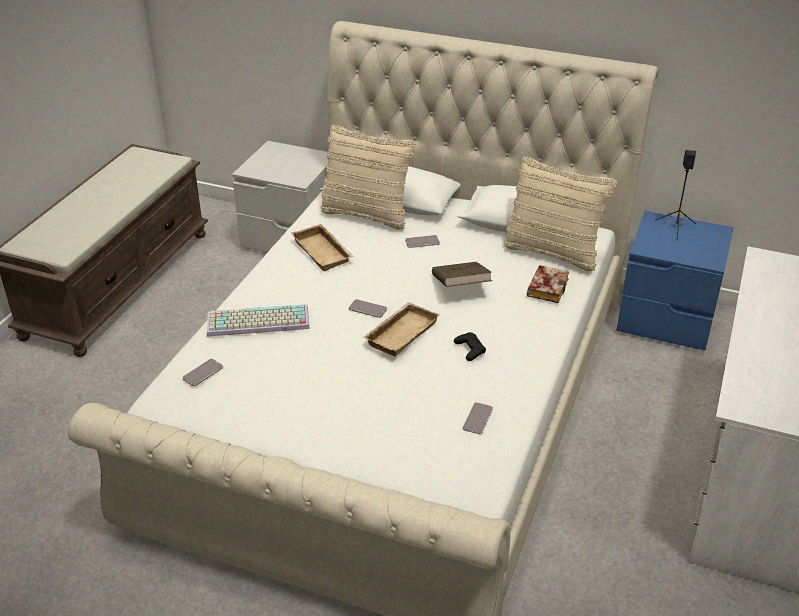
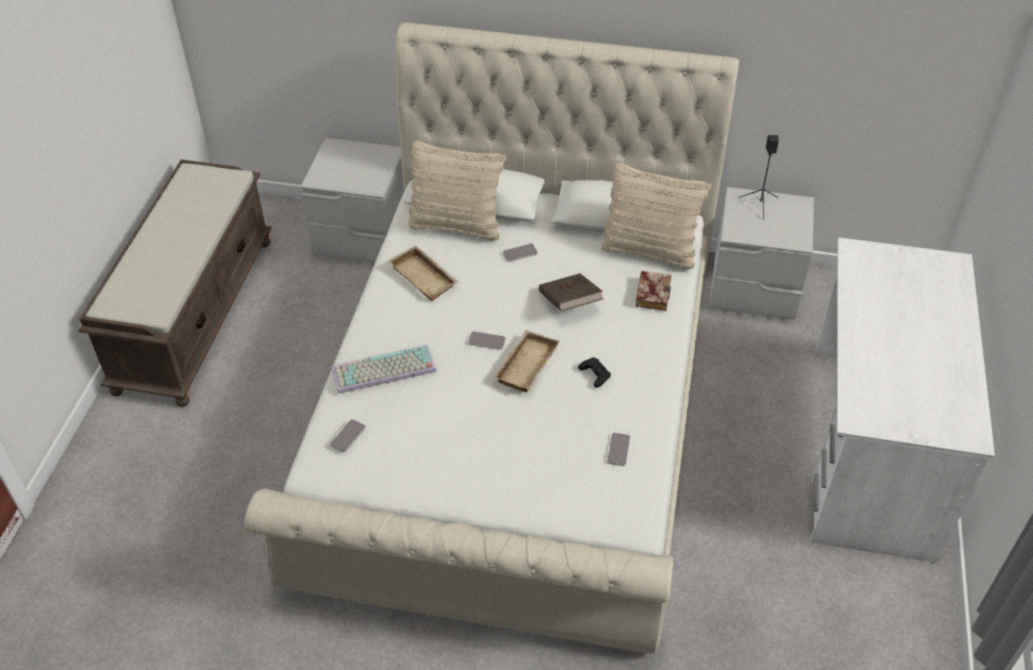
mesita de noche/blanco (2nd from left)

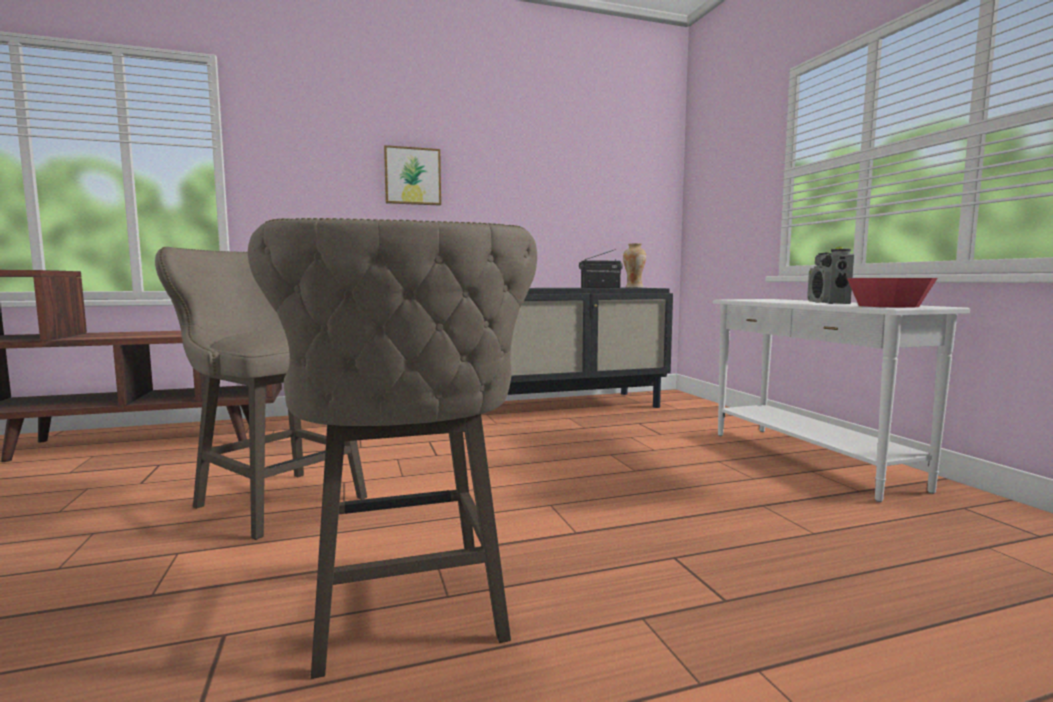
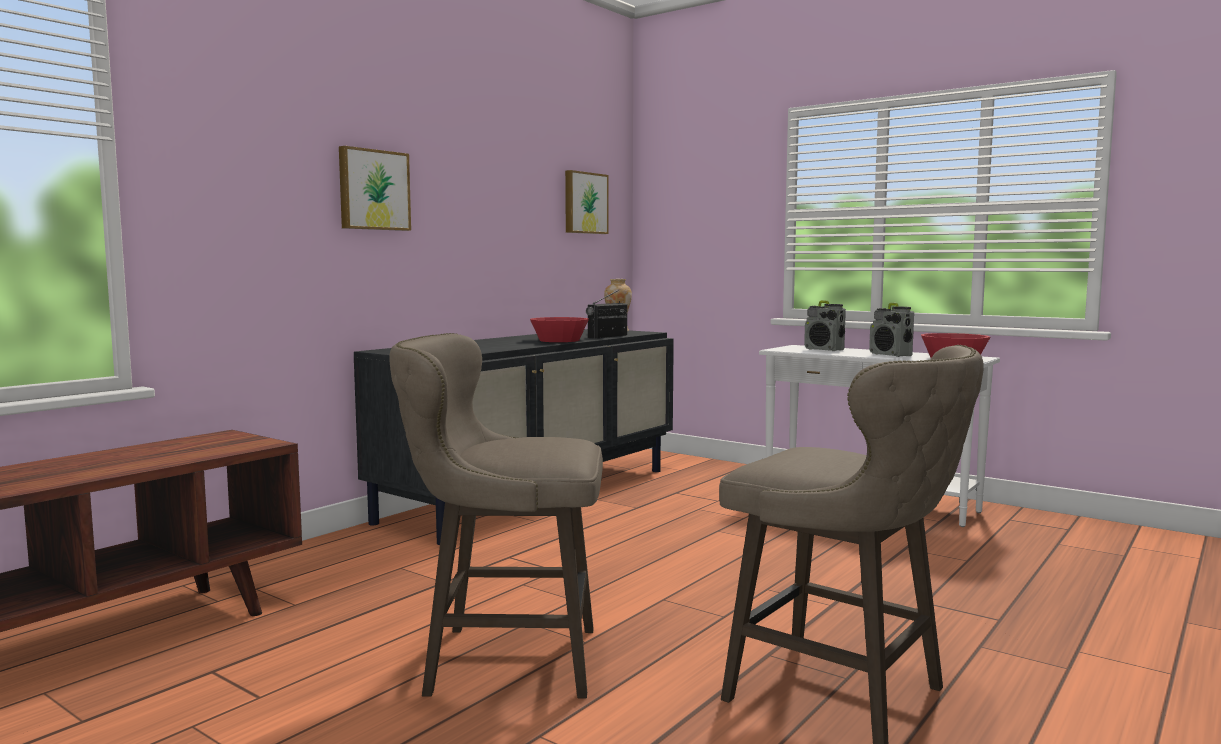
cuenco/rojo (1st from left); cuadro (2nd from left); radio (2nd from left)

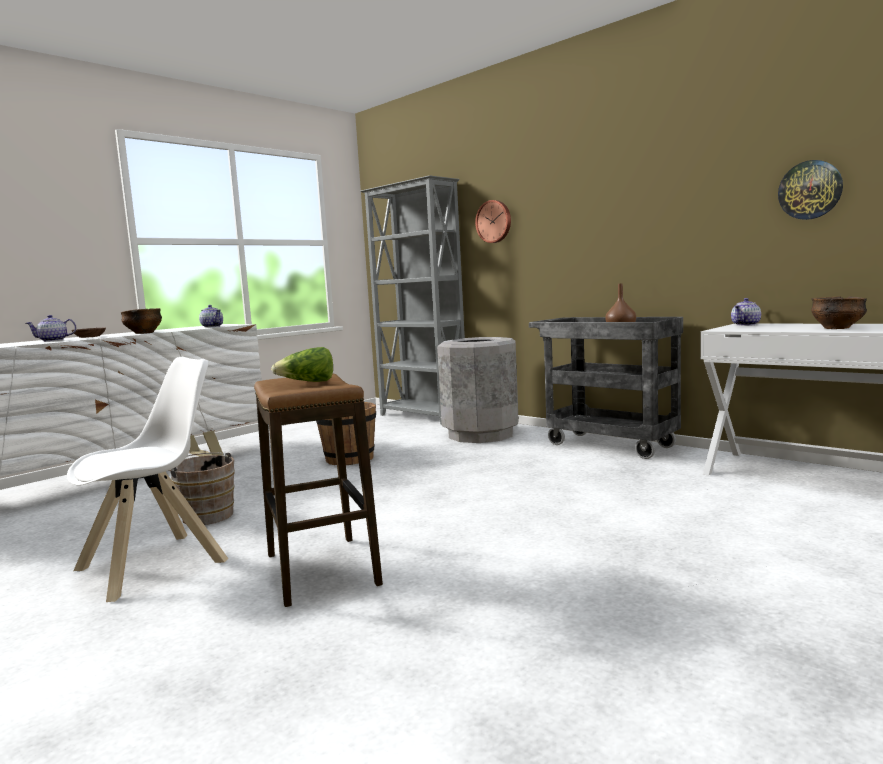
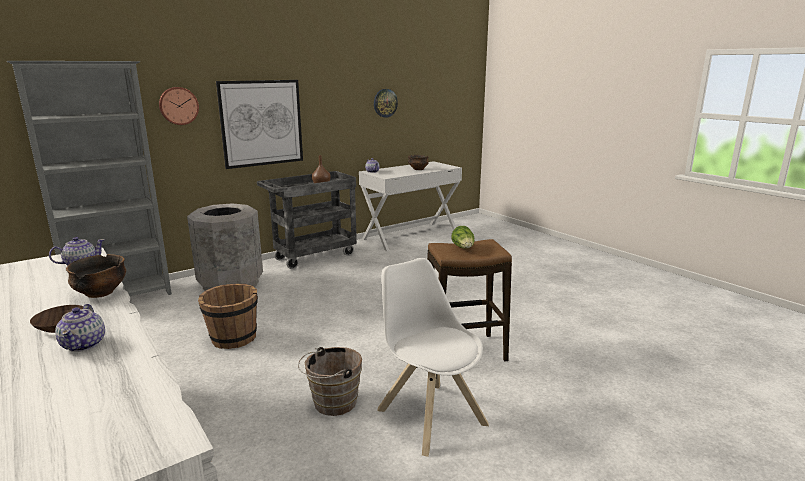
cuadro

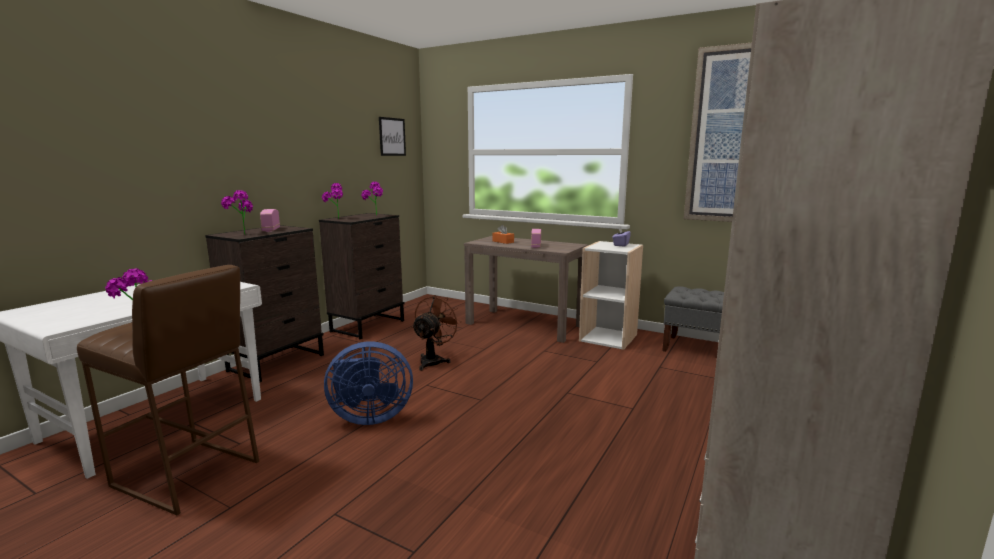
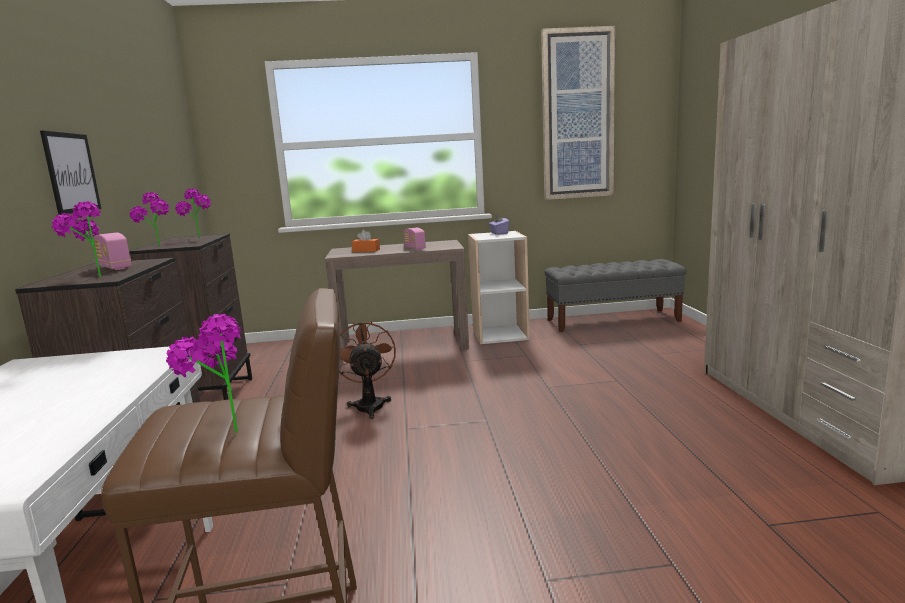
ventilador/azul; cuadro (1st from left)

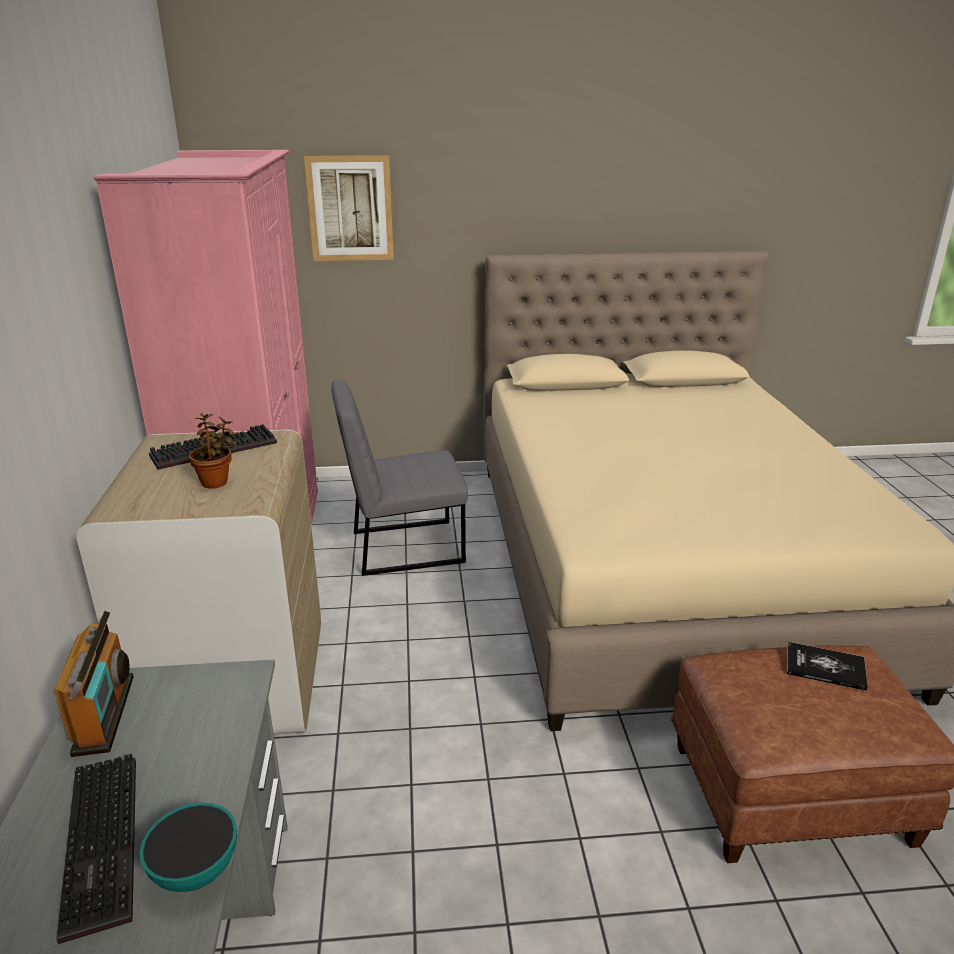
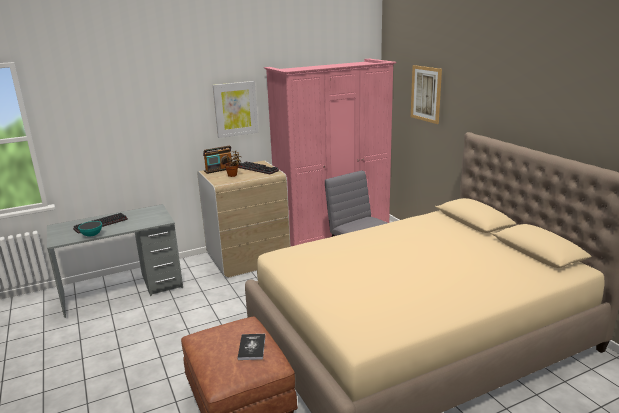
cuadro (1st from left); radio

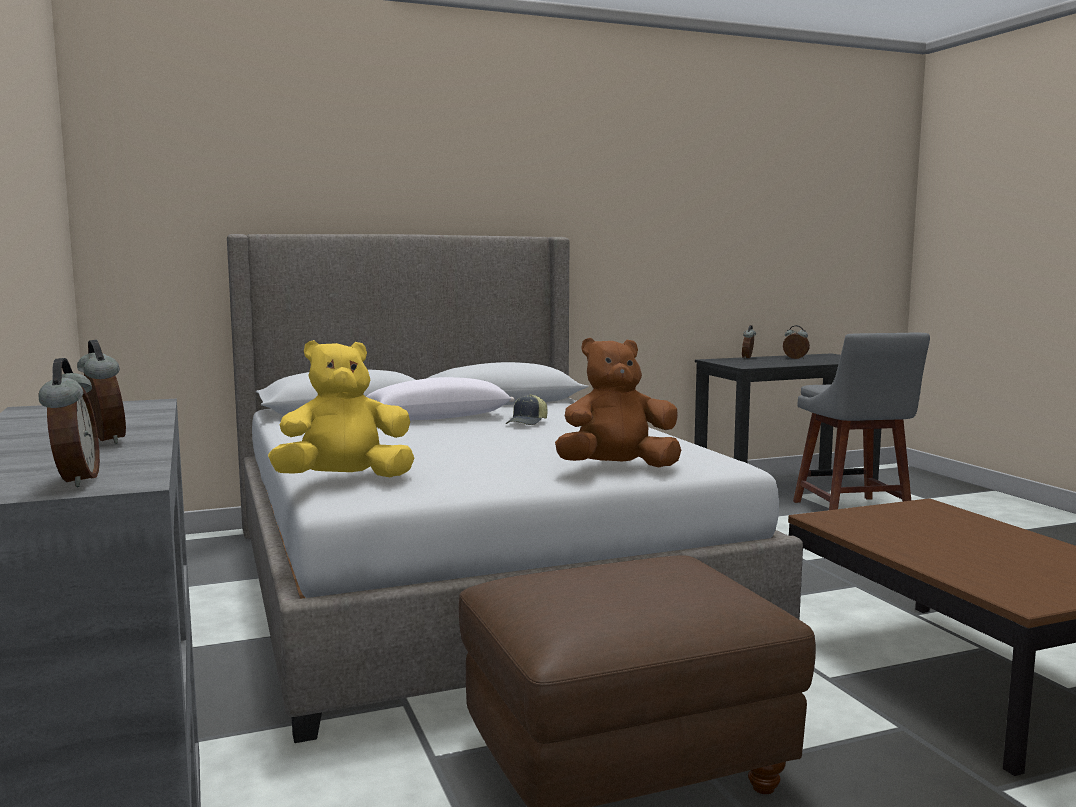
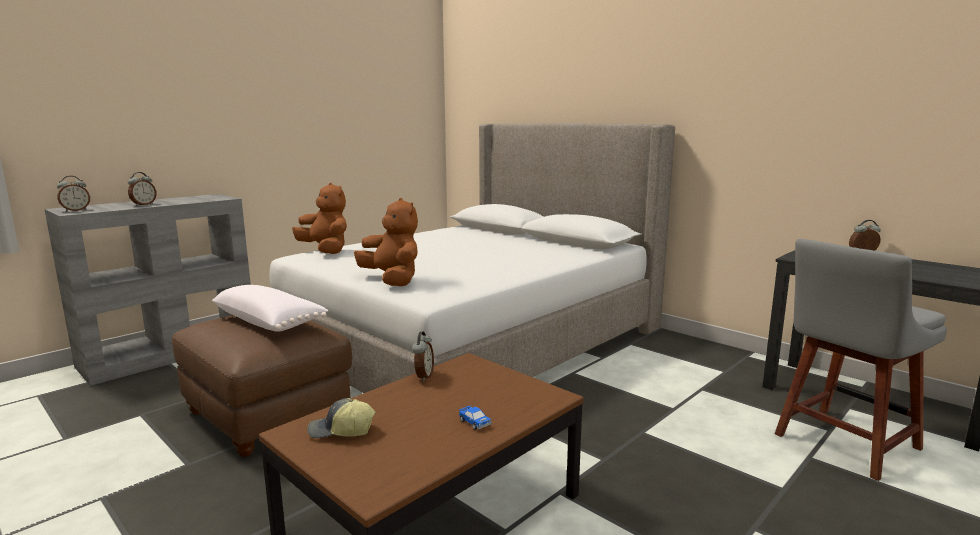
coche de juguete; cojín/blanco; gorra; despertador (3rd from left); peluche/marrón (1st from left)

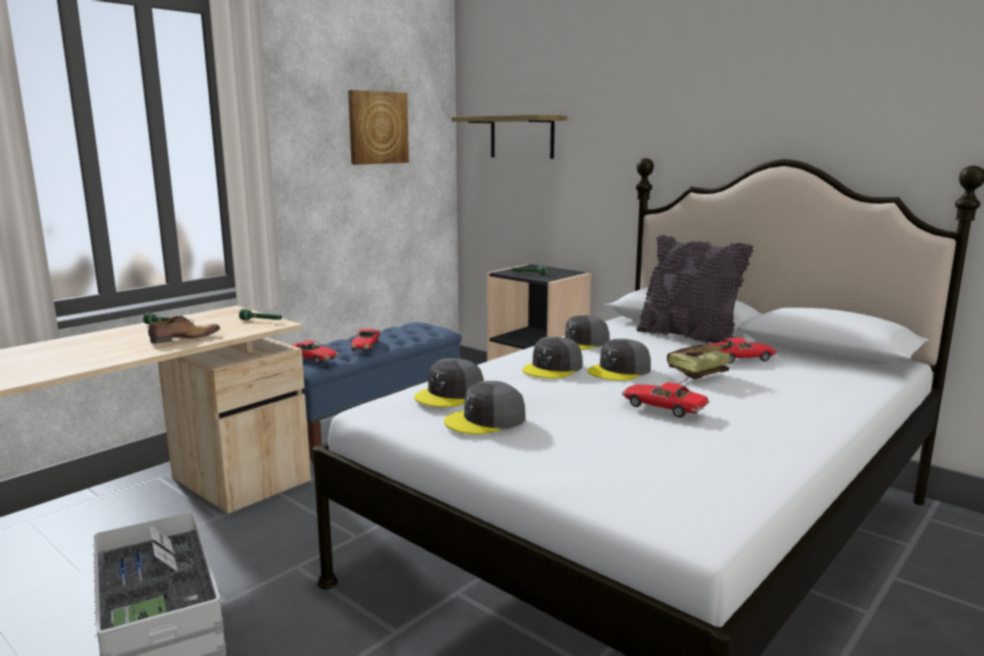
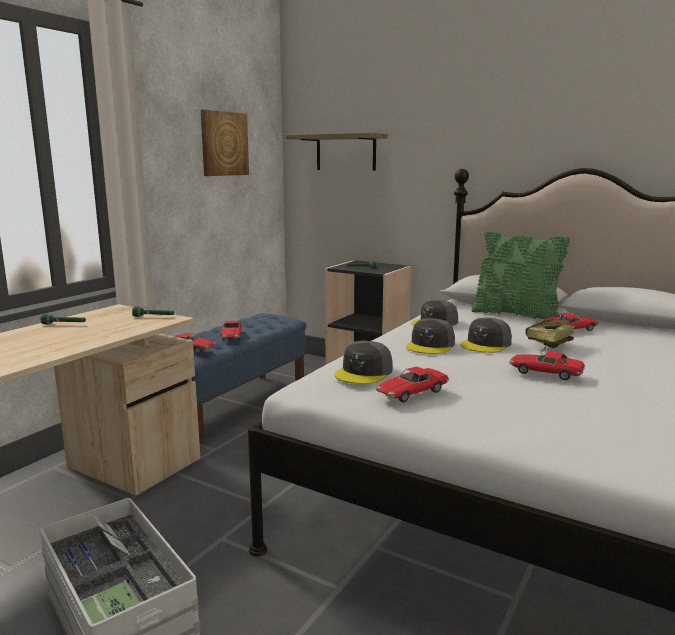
zapato; coche de juguete (3rd from left); cojín/verde

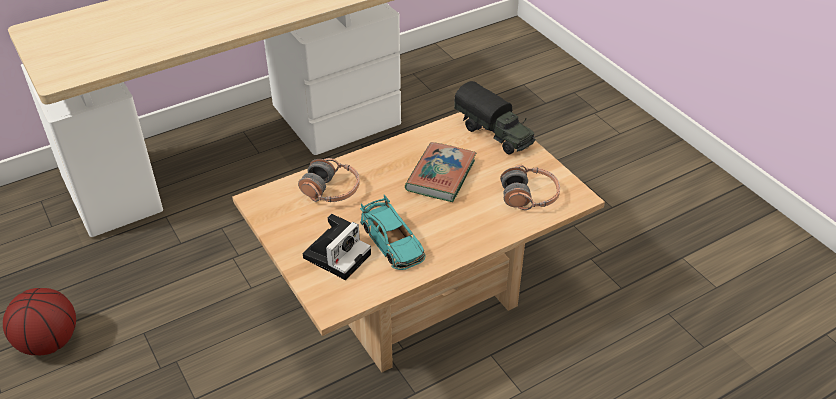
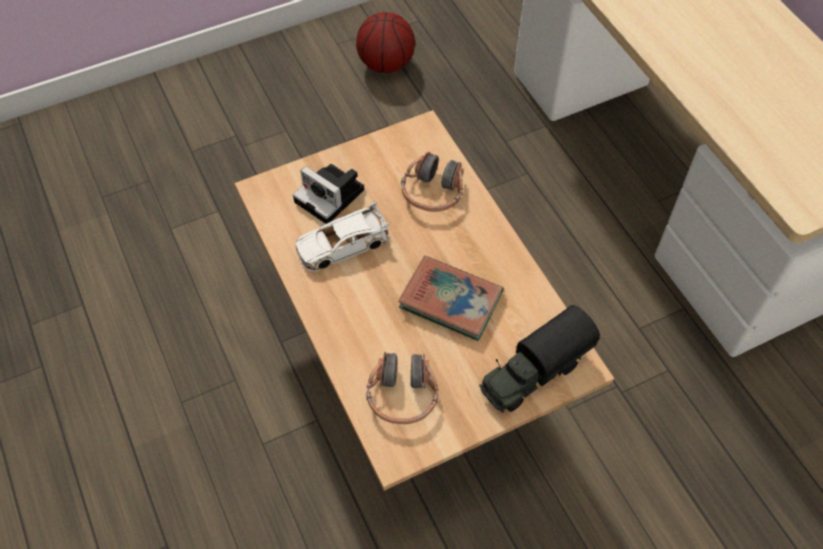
coche de juguete/blanco

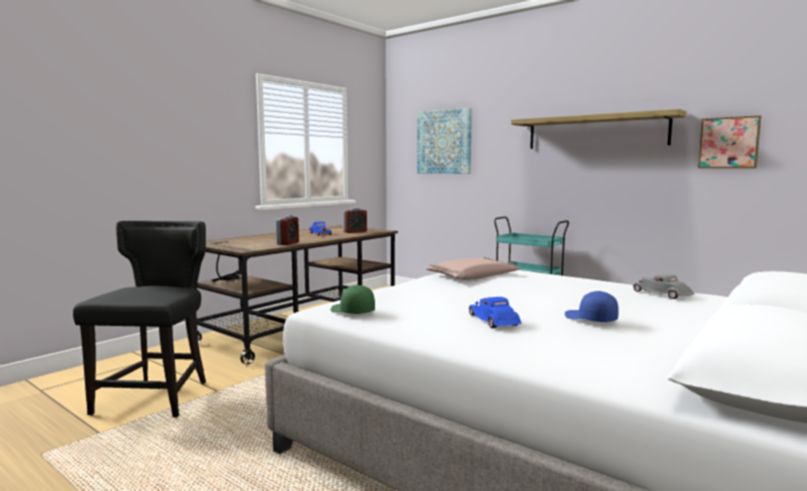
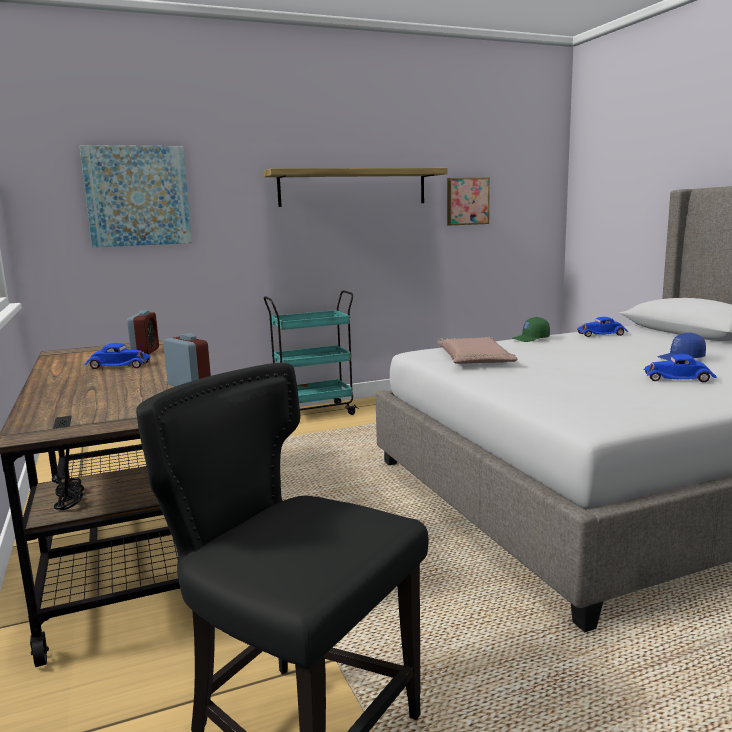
gorra/verde; coche de juguete/azul (2nd from left)

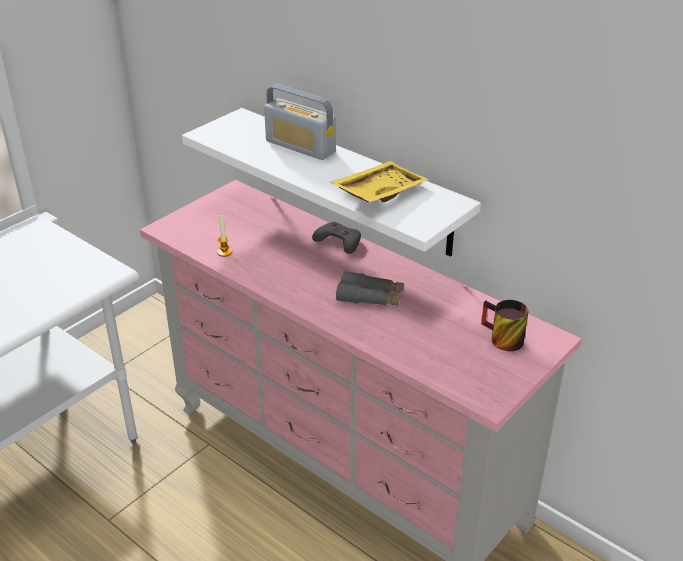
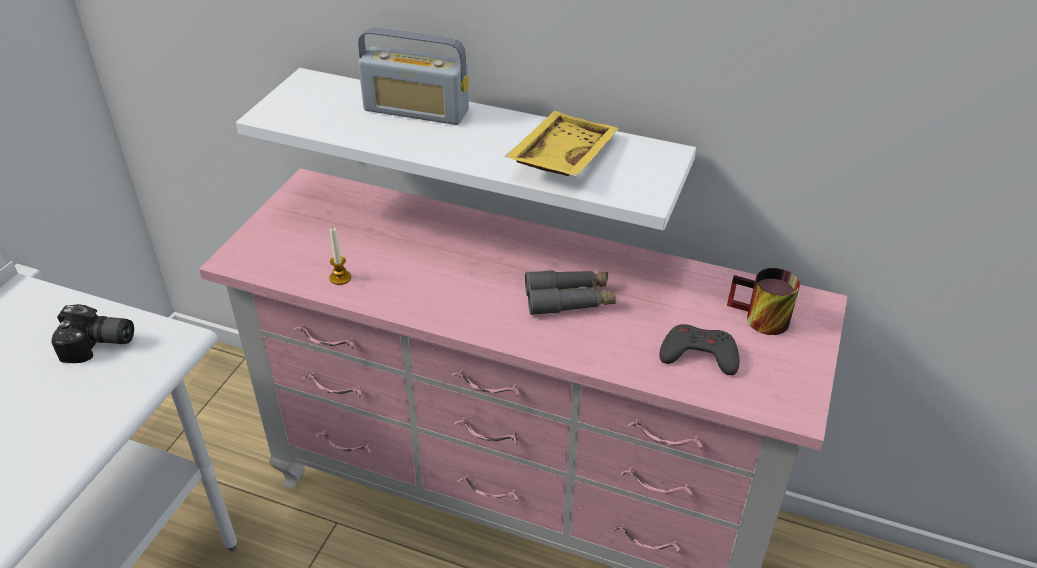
cámara; mando de consola/gris

